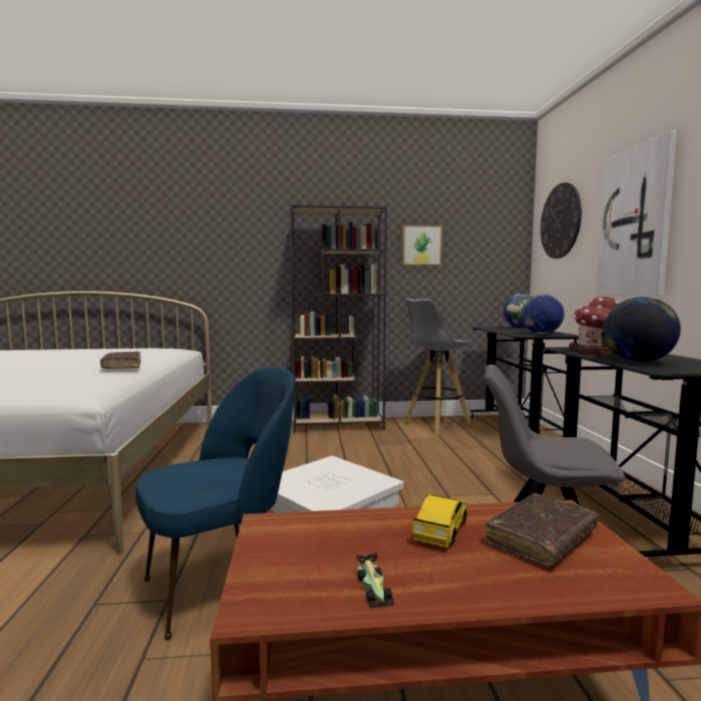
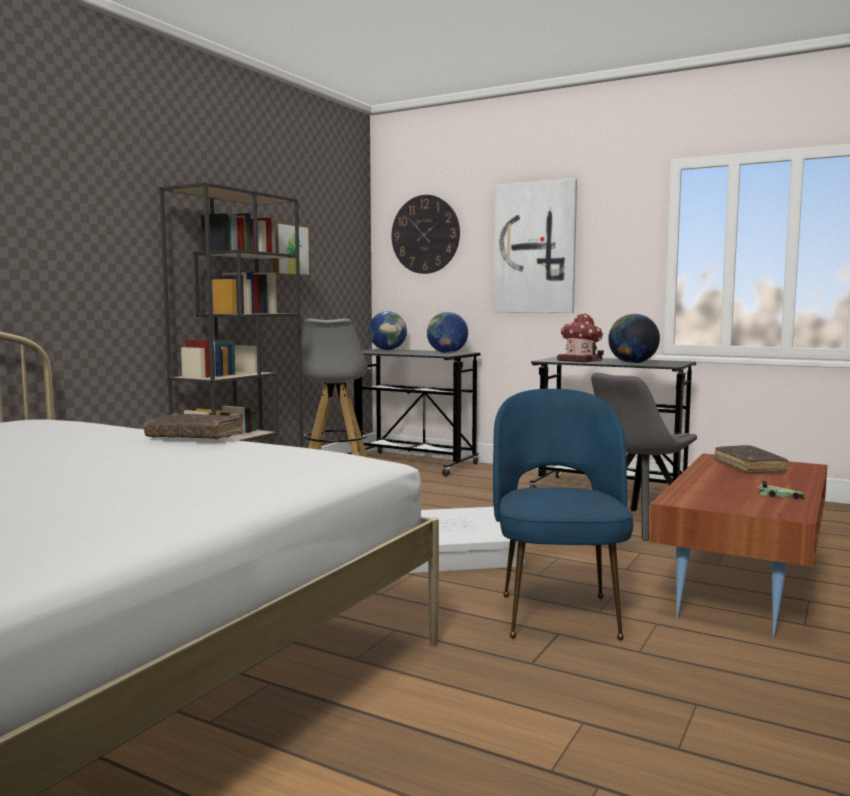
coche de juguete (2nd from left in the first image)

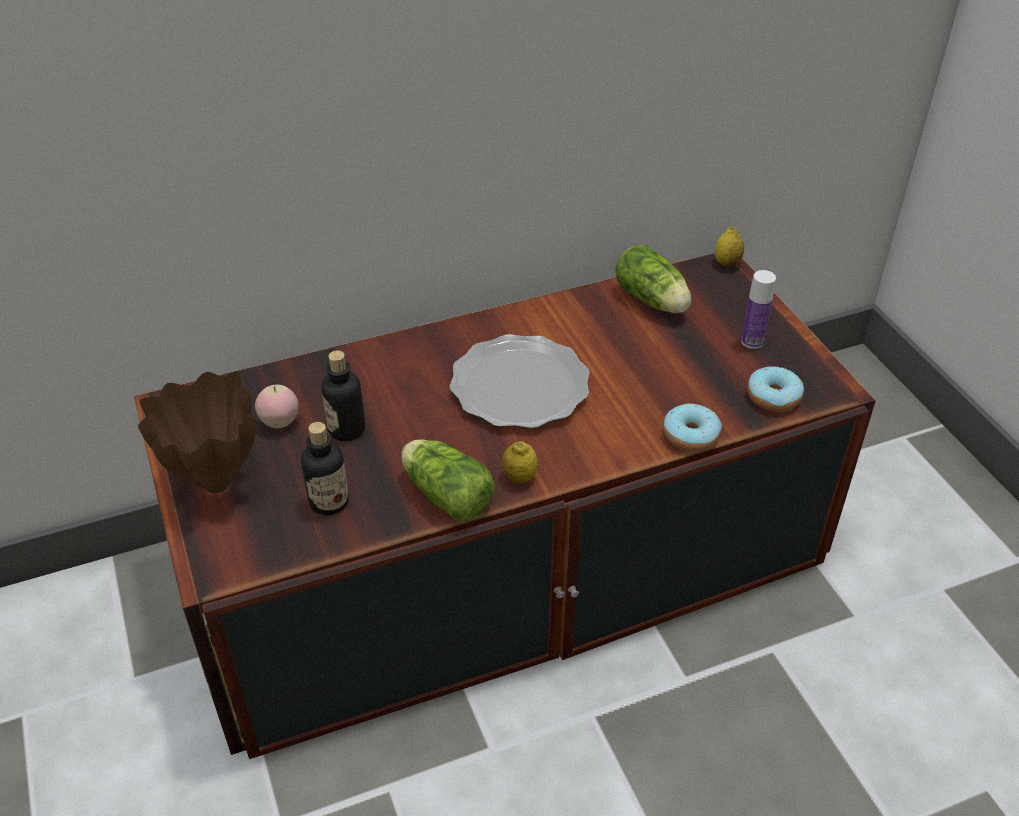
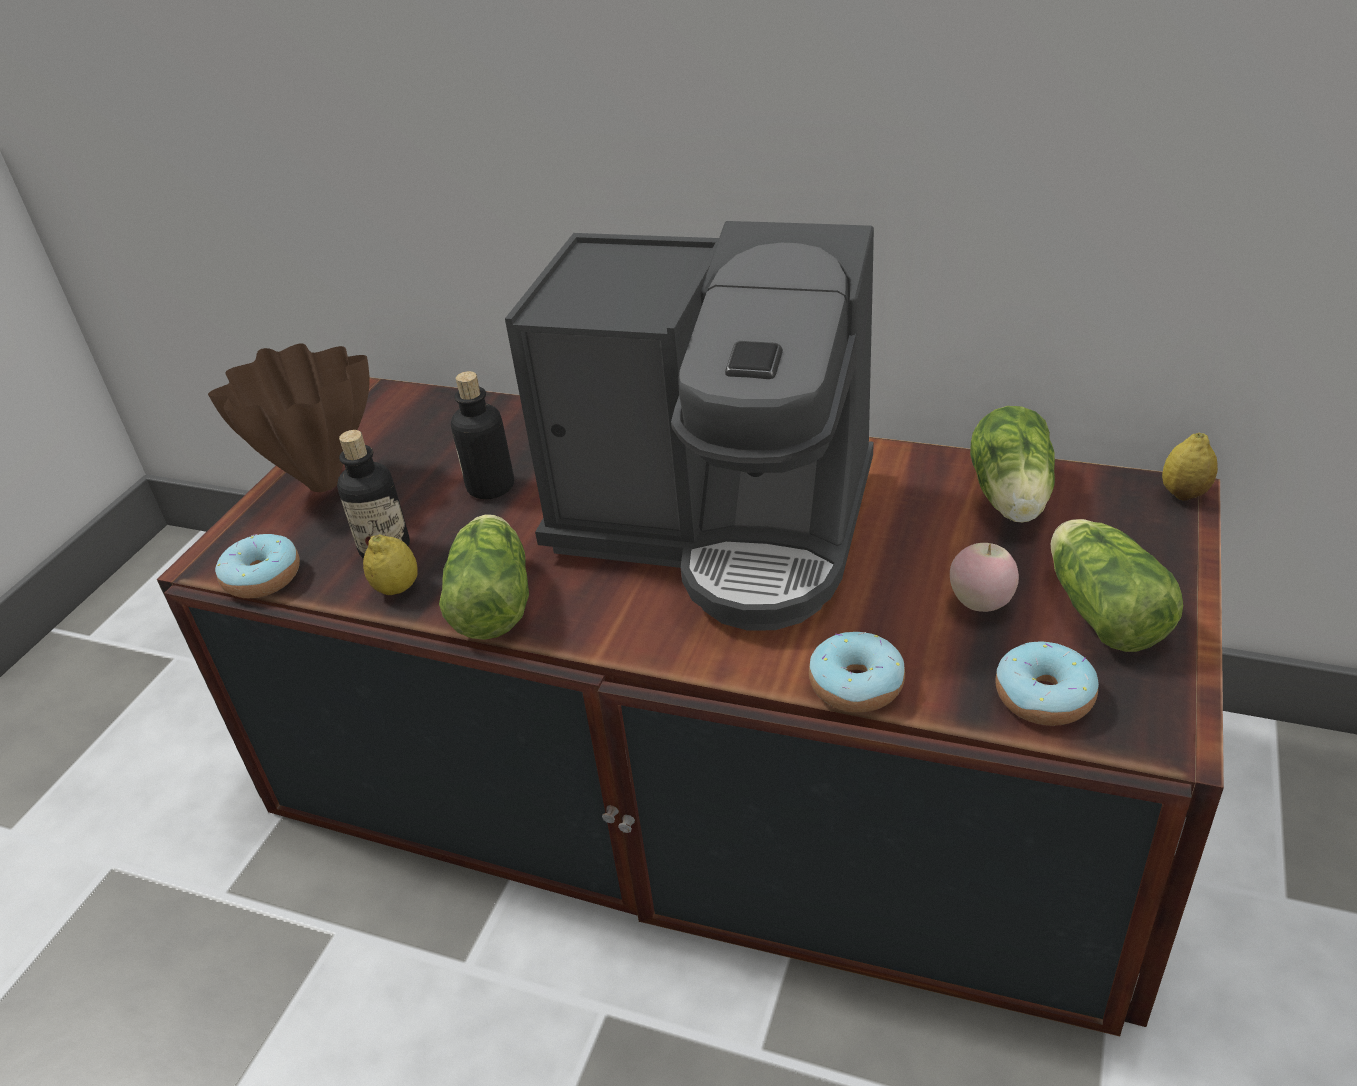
rosquilla (1st from left); manzana; limón (1st from left); cafetera; lechuga (3rd from left)

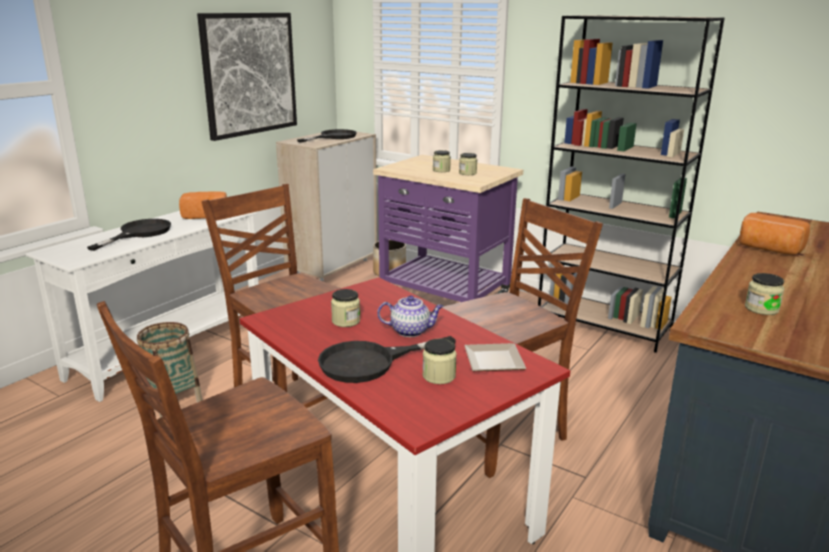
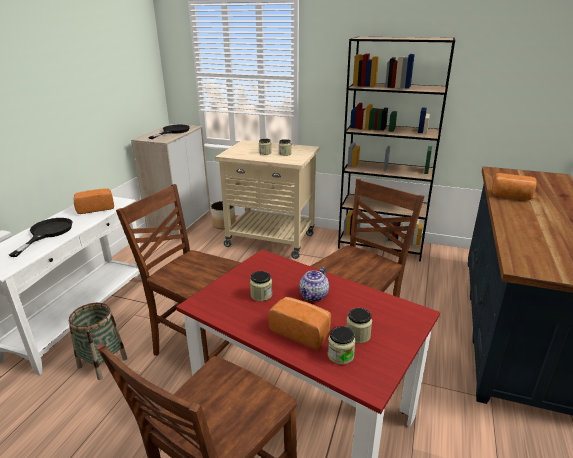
cuadro; plato; tarro (4th from left); pan (2nd from left); carrito/beis; tetera

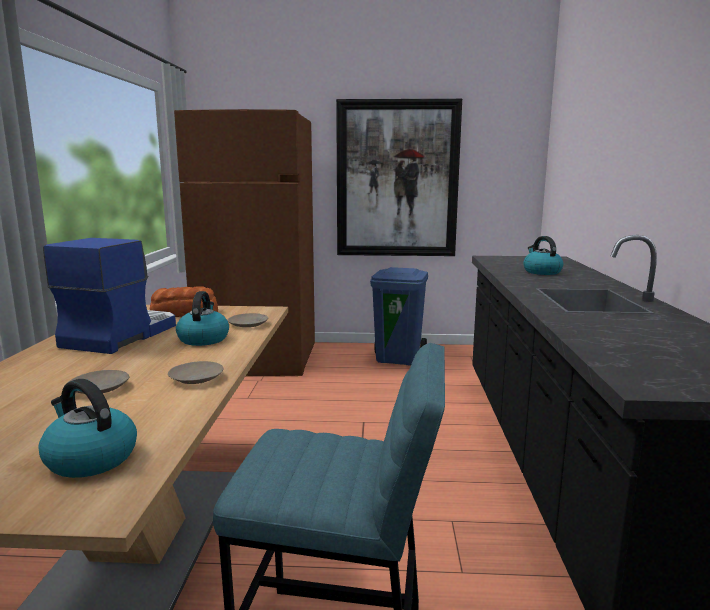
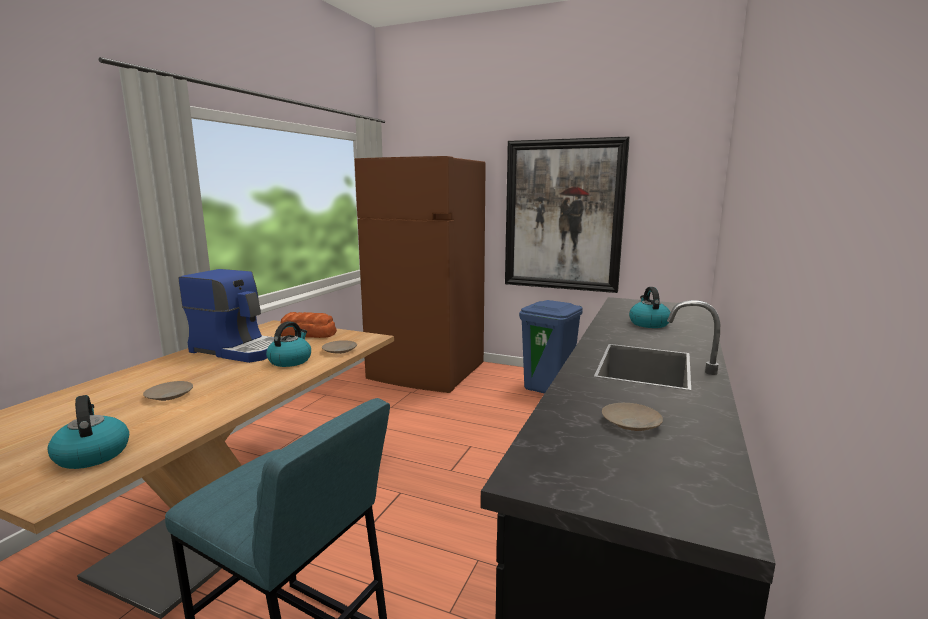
plato/beis (3rd from left); cafetera

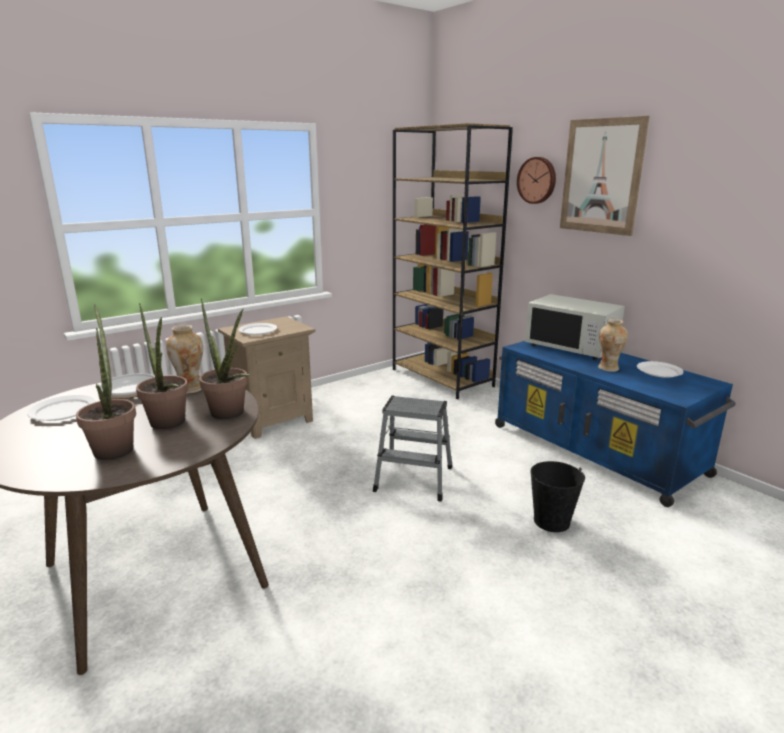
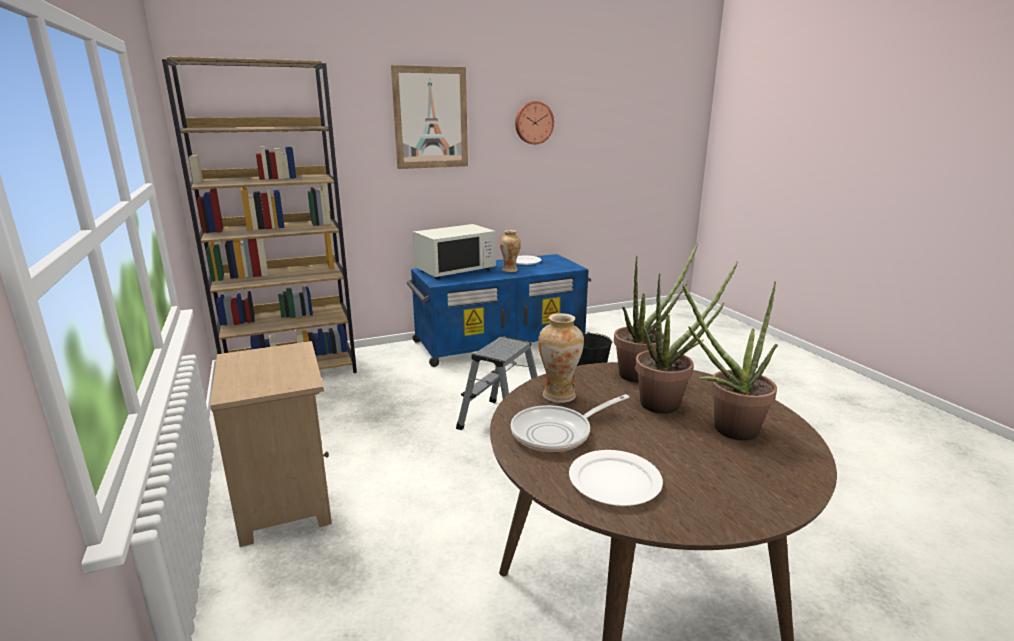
plato/blanco (2nd from left in the first image); reloj de pared

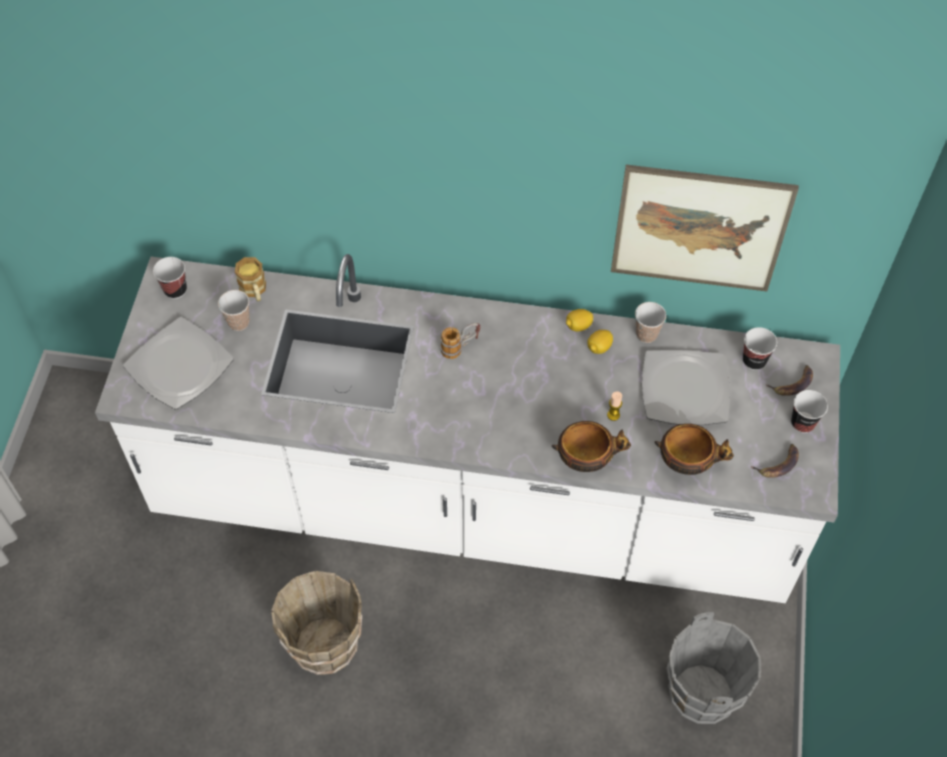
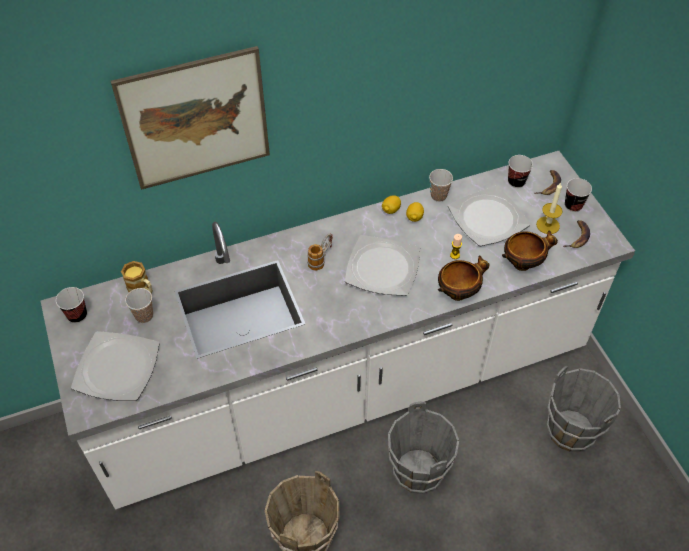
plato (2nd from left); cubo/gris (1st from left); vela (2nd from left); cuadro

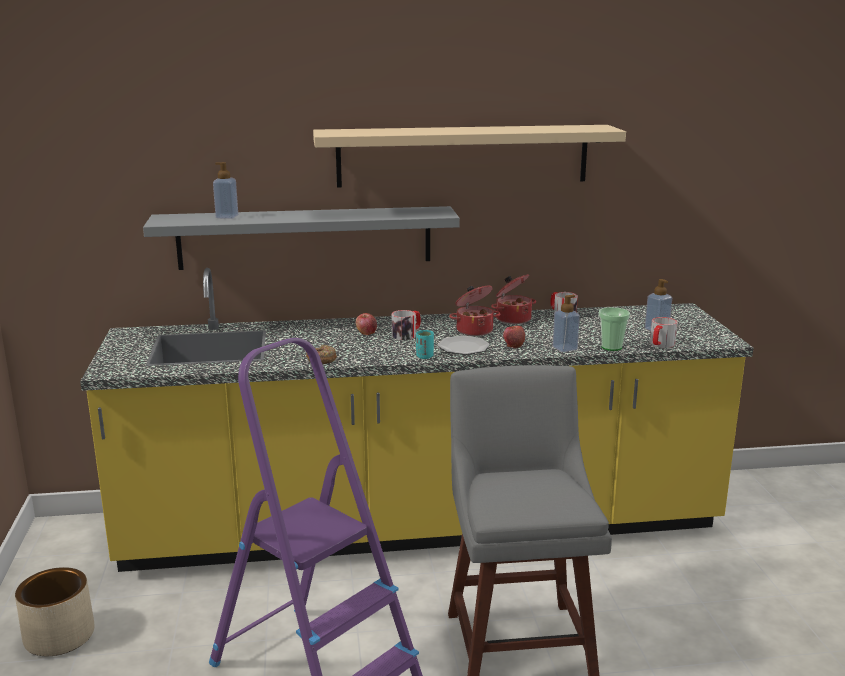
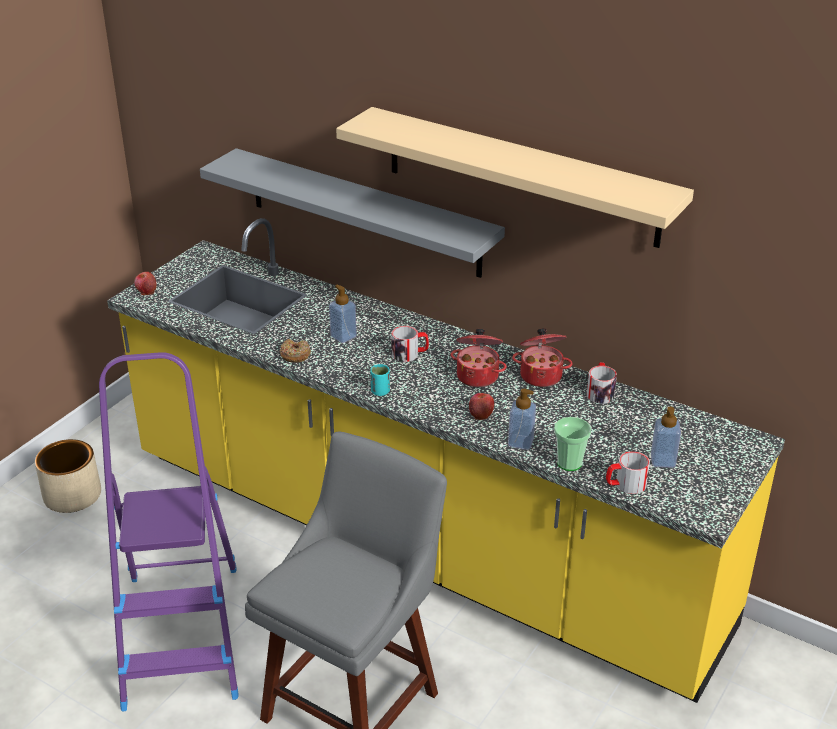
plato; dispensador de jabón (1st from left); manzana (1st from left)

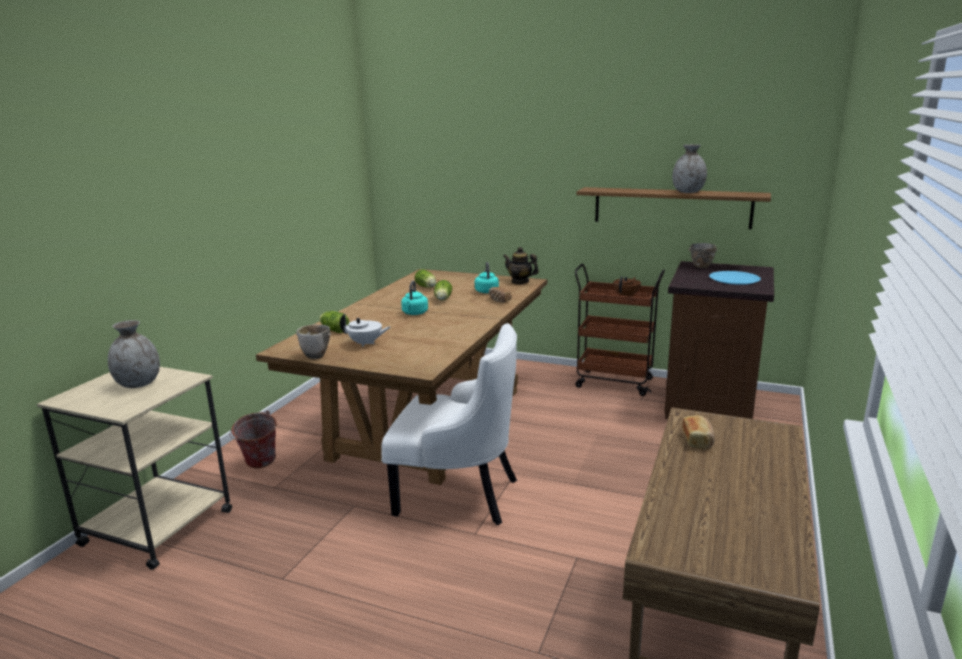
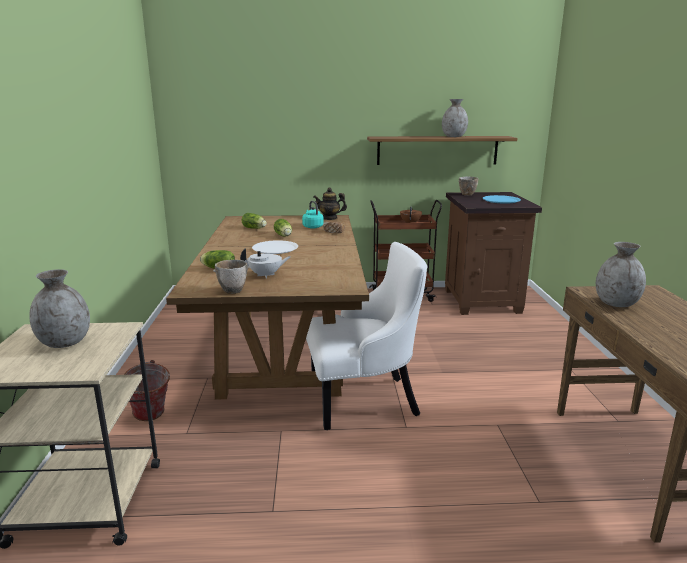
plato/blanco; florero/gris (3rd from left)

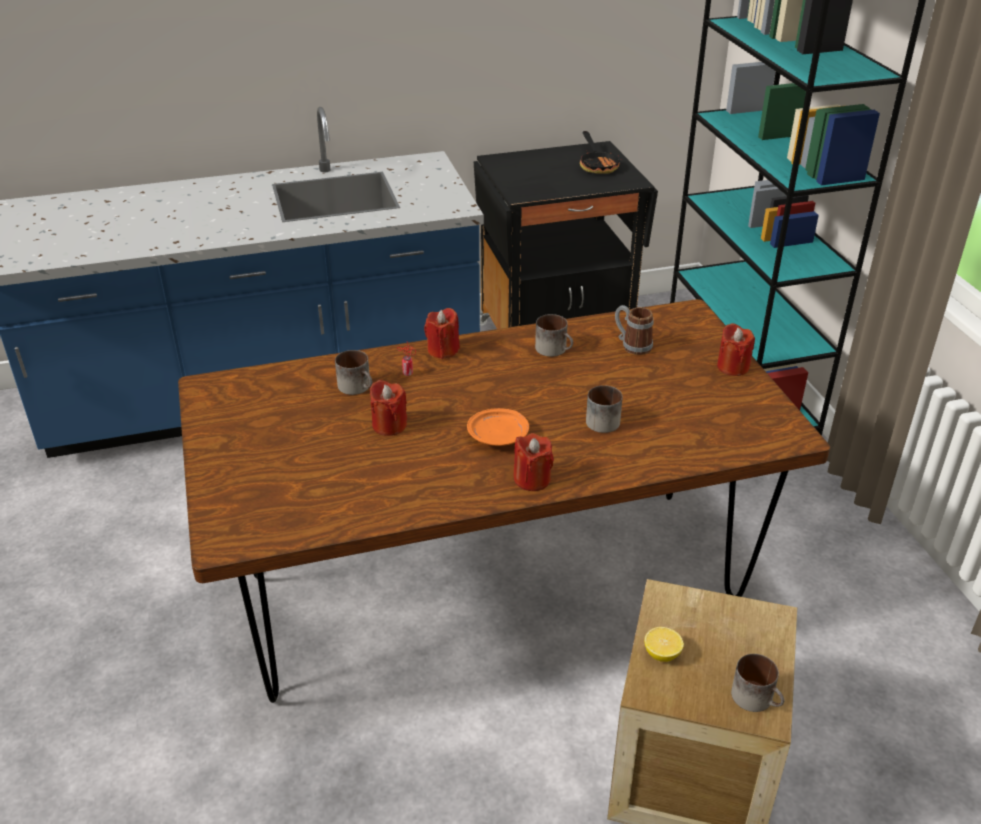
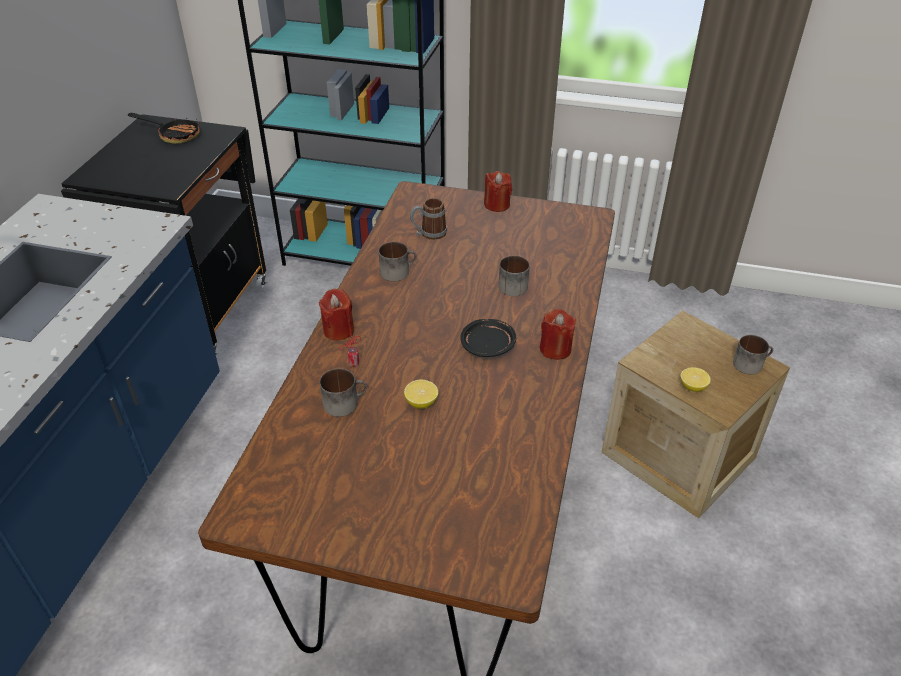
limón (1st from left); plato/negro

